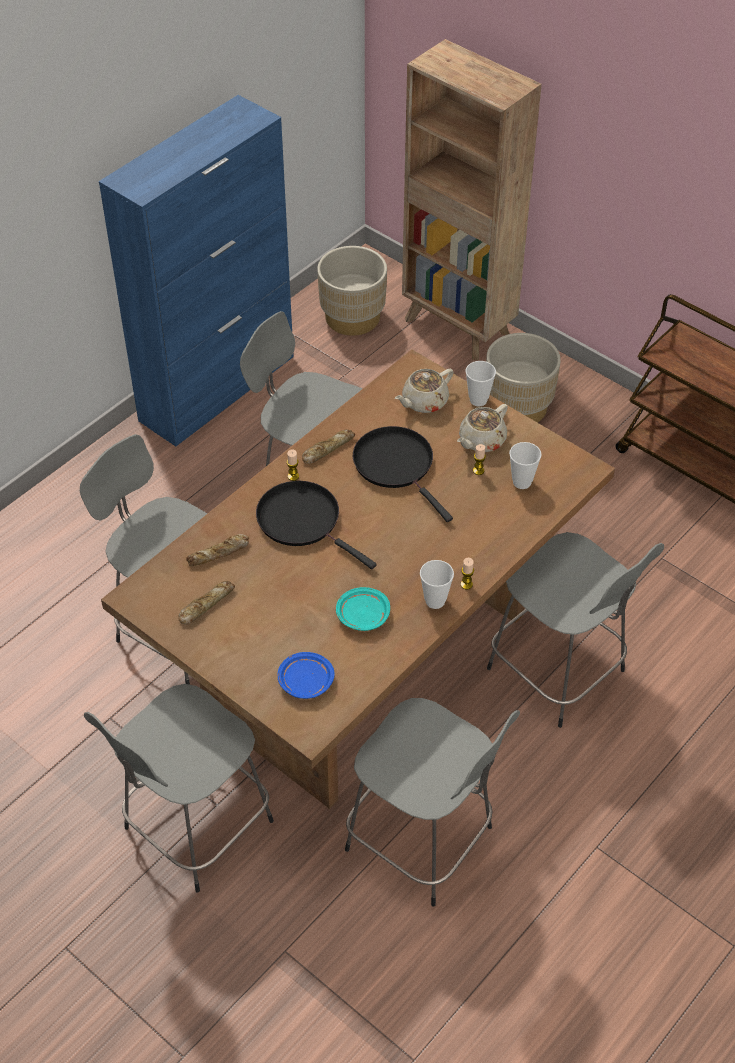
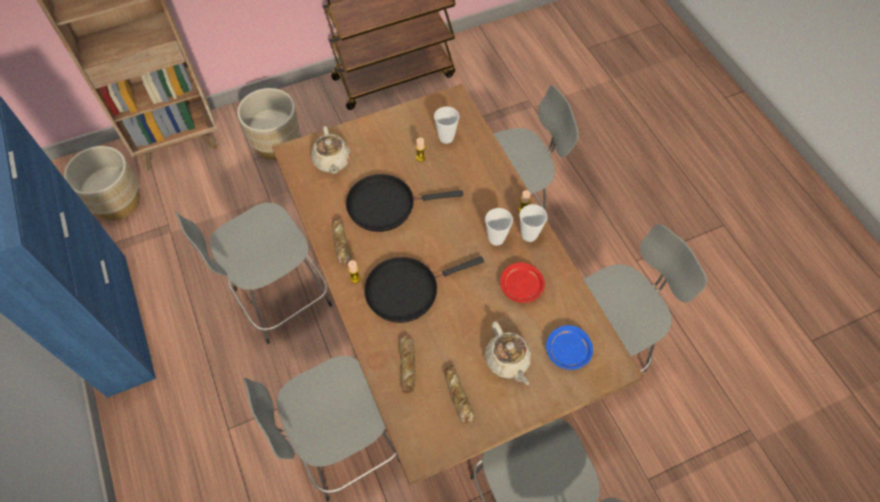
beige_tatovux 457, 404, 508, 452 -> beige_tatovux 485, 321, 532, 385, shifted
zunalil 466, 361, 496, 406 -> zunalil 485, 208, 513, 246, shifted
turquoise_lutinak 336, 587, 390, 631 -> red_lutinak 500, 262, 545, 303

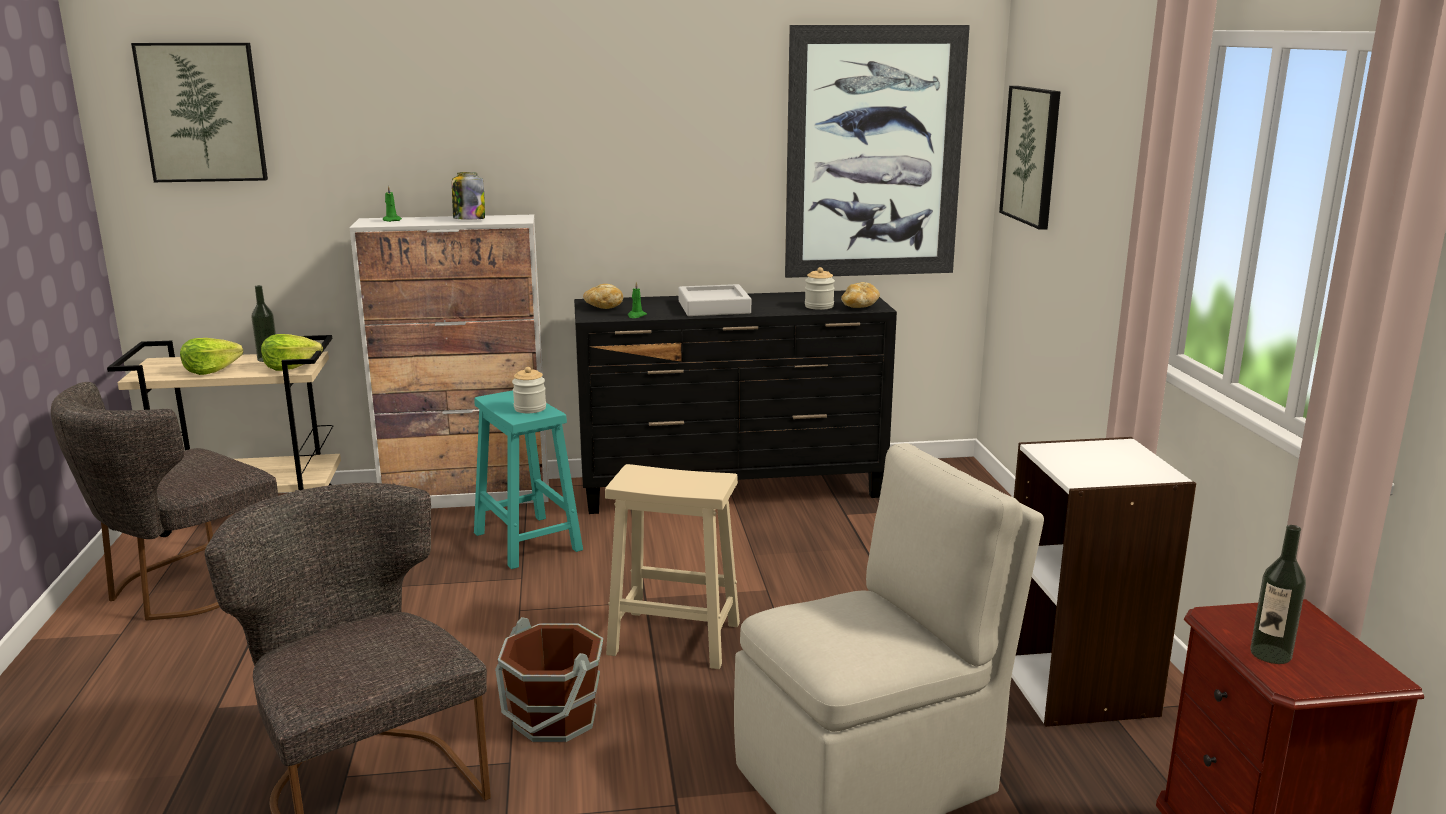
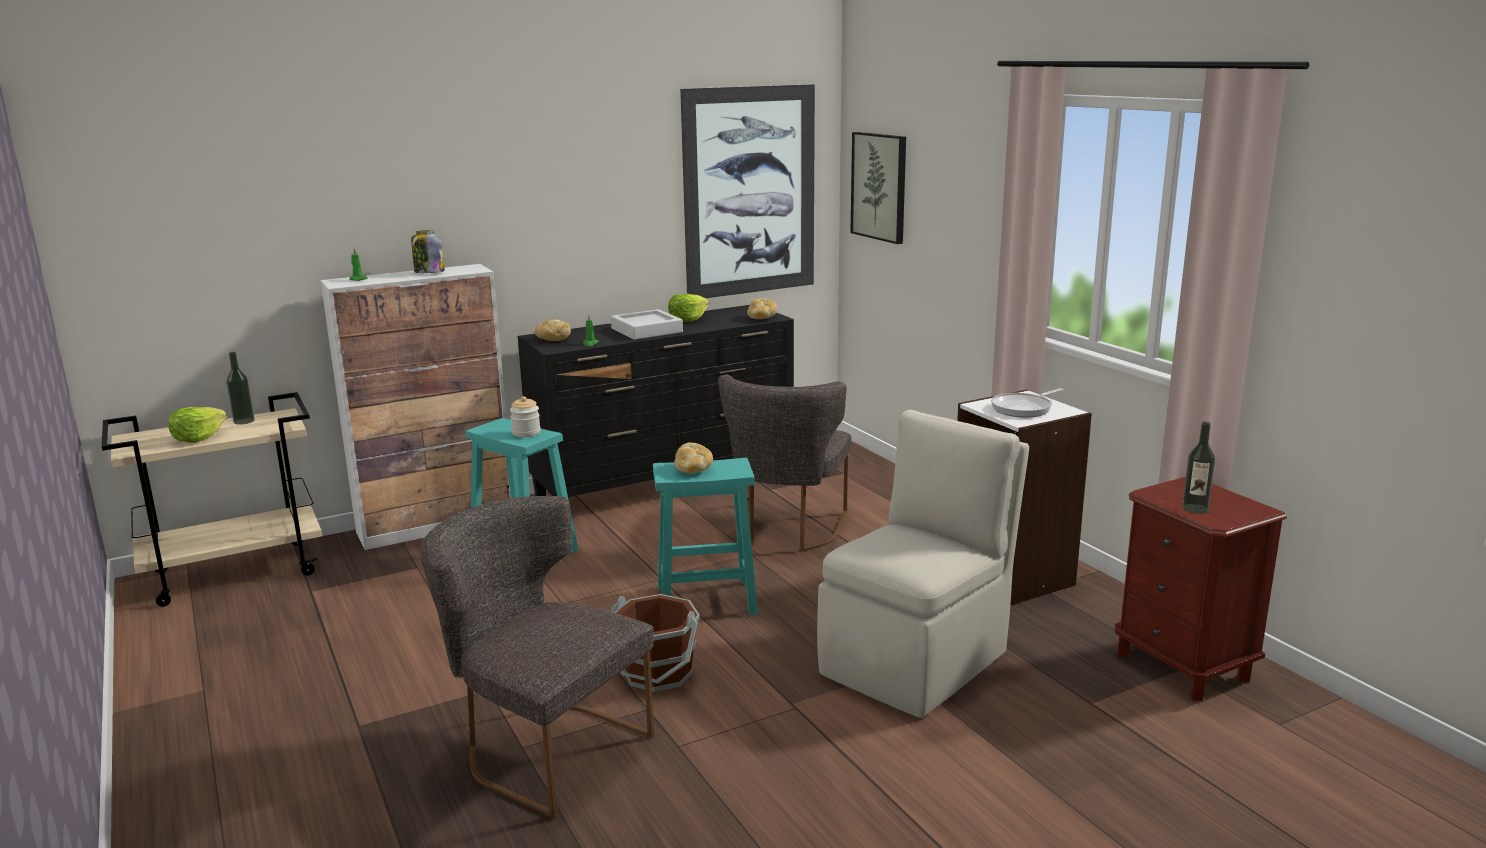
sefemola 131, 43, 268, 182 -> none
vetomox 805, 267, 835, 310 -> none
none -> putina 674, 443, 713, 474
none -> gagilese 991, 388, 1064, 417
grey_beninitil 51, 382, 278, 621 -> grey_beninitil 718, 375, 851, 552, shifted
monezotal 261, 334, 323, 371 -> monezotal 668, 294, 709, 322, shifted
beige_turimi 605, 464, 740, 669 -> turquoise_turimi 653, 458, 758, 615

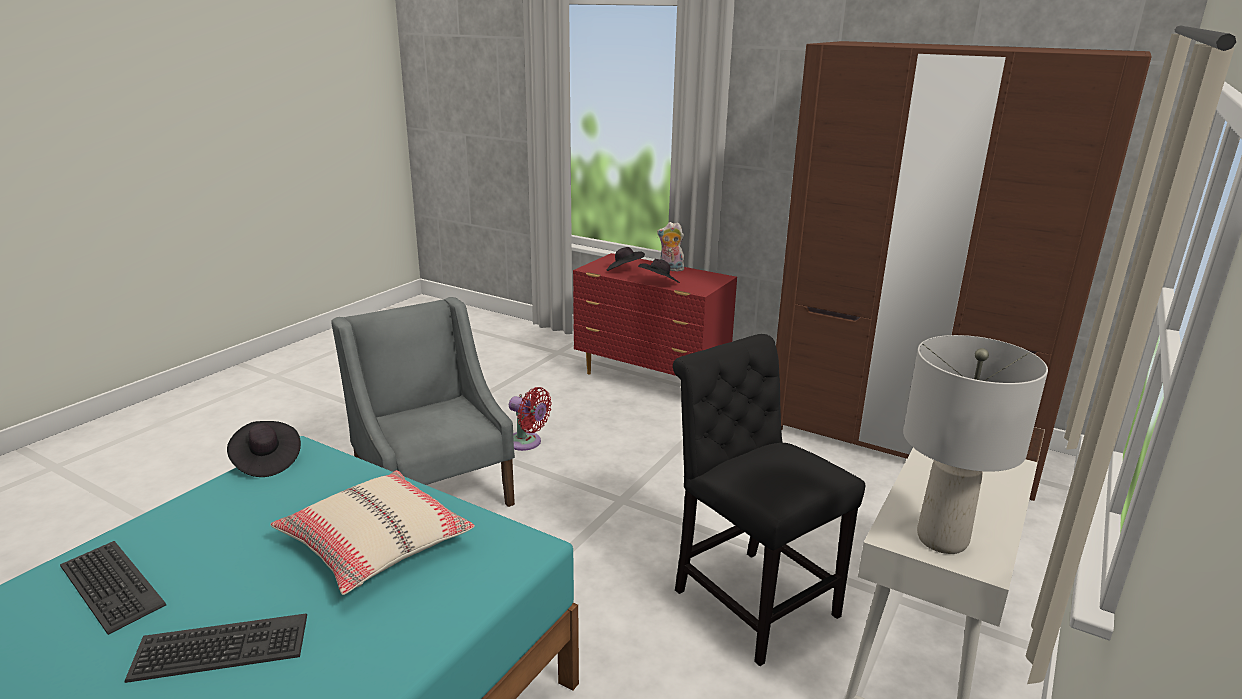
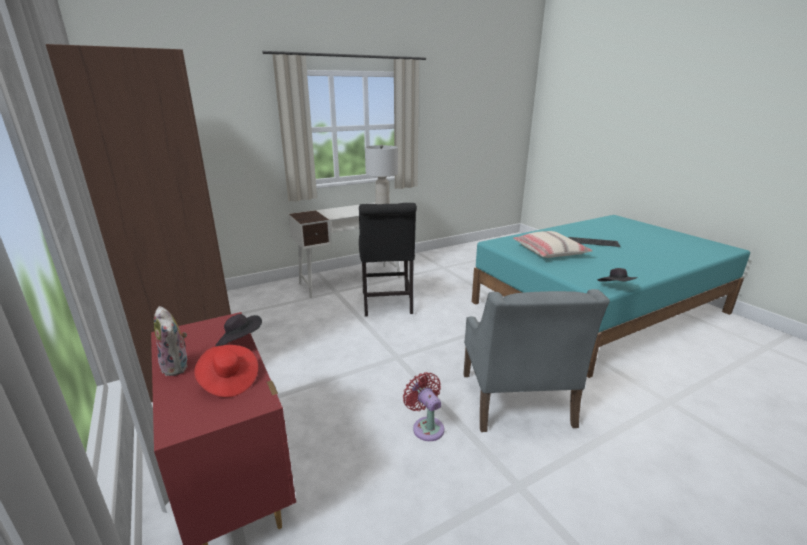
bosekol 60, 541, 166, 635 -> none
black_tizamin 606, 247, 645, 271 -> red_tizamin 194, 345, 258, 397

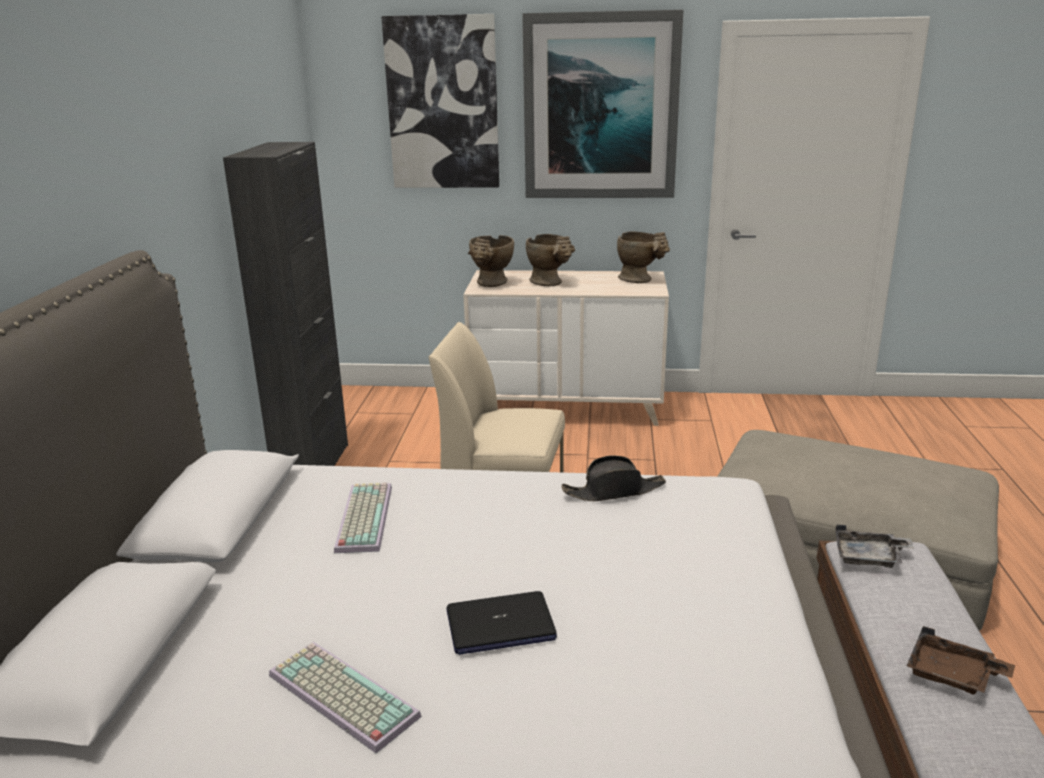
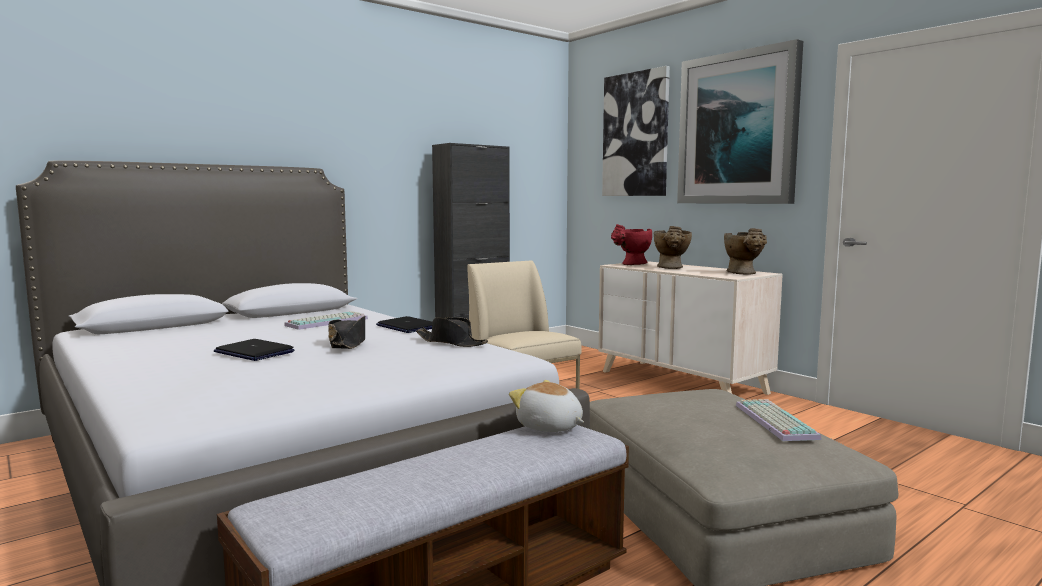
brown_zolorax 907, 626, 1015, 695 -> none
none -> black_tizamin 328, 316, 365, 349
none -> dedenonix 376, 316, 432, 333
bosekol 269, 642, 422, 754 -> bosekol 736, 399, 821, 441, shifted
grey_zolorax 835, 525, 914, 568 -> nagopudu 509, 380, 584, 432
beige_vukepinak 468, 235, 514, 287 -> red_vukepinak 611, 224, 652, 265

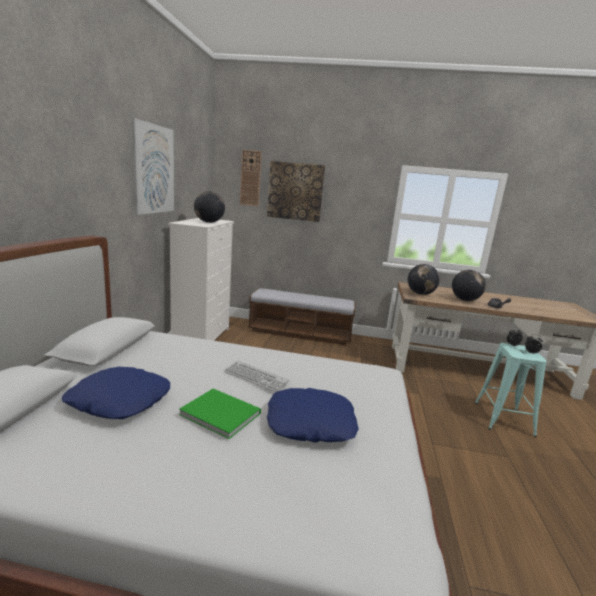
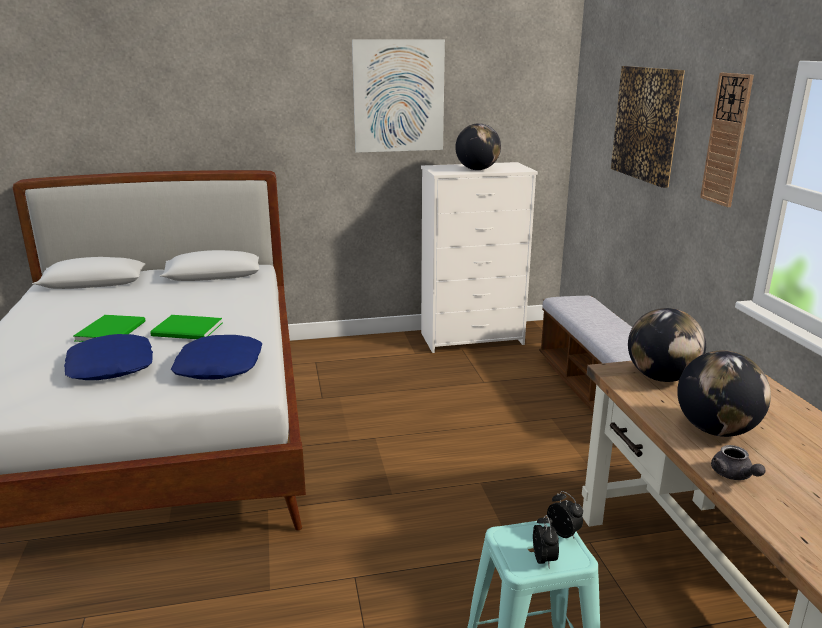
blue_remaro 62, 367, 170, 419 -> blue_remaro 171, 335, 262, 380, shifted
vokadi 240, 150, 262, 206 -> vokadi 700, 73, 754, 207, shifted
bosekol 224, 361, 289, 392 -> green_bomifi 150, 315, 222, 339

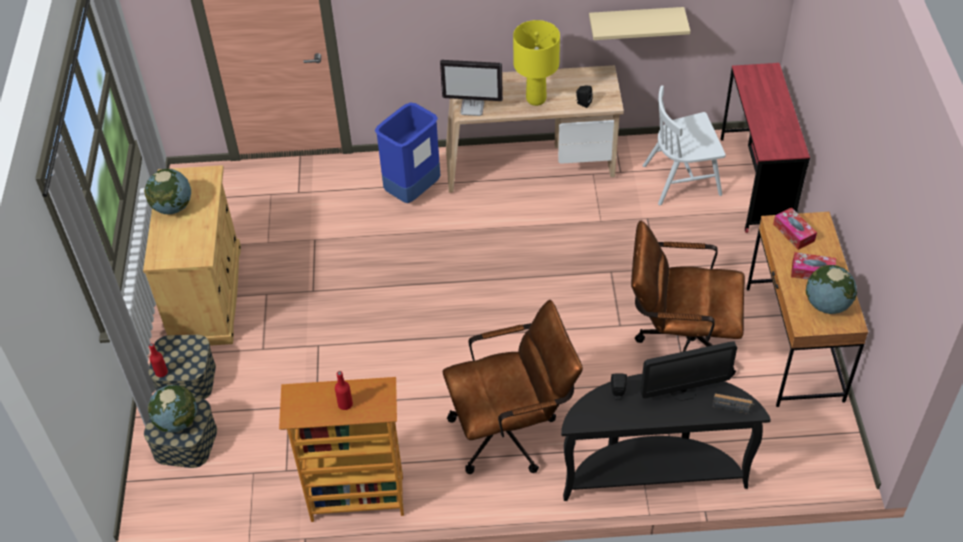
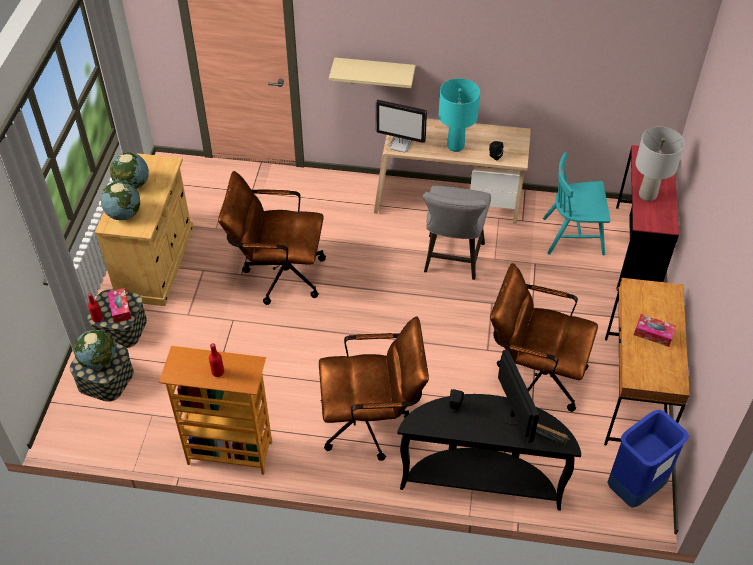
none -> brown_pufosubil 218, 171, 326, 305
none -> grey_turimi 423, 185, 491, 280
none -> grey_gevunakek 635, 127, 685, 202
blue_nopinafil 375, 102, 440, 203 -> blue_nopinafil 607, 409, 689, 508, shifted
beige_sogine 589, 7, 690, 40 -> beige_sogine 329, 57, 415, 88, shifted
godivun 773, 207, 817, 250 -> godivun 108, 288, 131, 323, shifted
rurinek 806, 265, 857, 314 -> rurinek 101, 181, 140, 220, shifted
yellow_gevunakek 513, 20, 560, 106 -> turquoise_gevunakek 439, 78, 480, 152
white_beninitil 643, 86, 726, 205 -> turquoise_beninitil 543, 152, 611, 255
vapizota 641, 342, 737, 401 -> vapizota 498, 349, 539, 443, 105 degrees counterclockwise

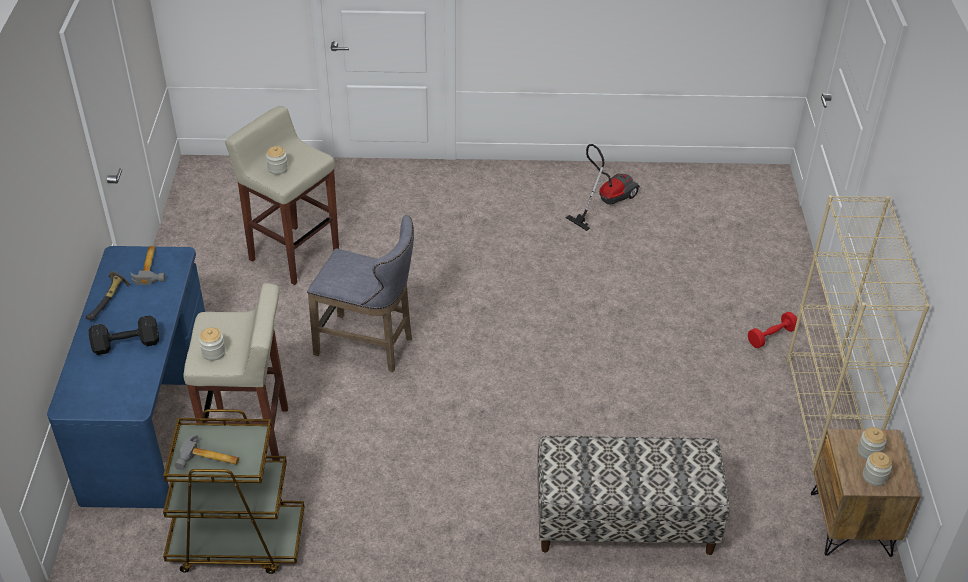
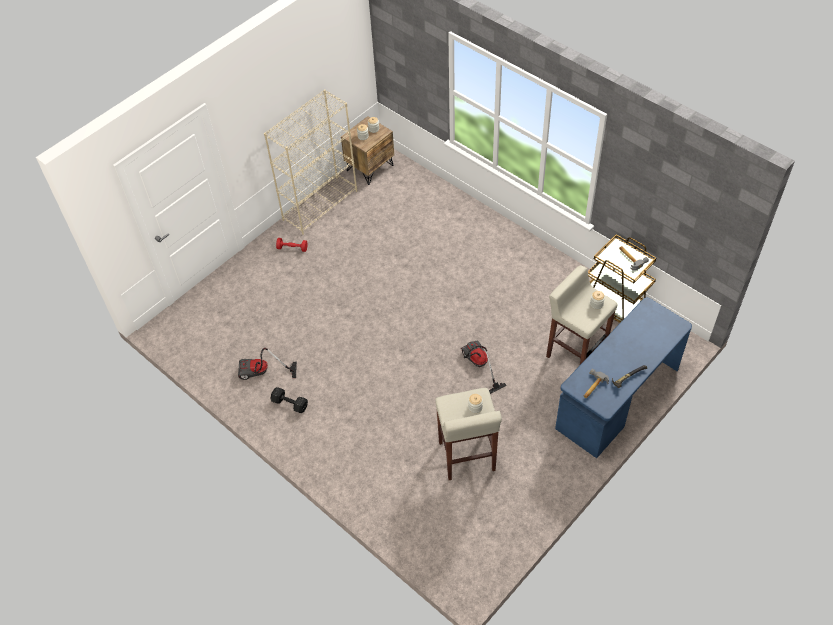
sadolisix 537, 436, 730, 555 -> none
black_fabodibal 89, 315, 159, 355 -> black_fabodibal 271, 387, 308, 413, shifted
grey_turimi 307, 215, 414, 372 -> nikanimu 461, 341, 507, 394

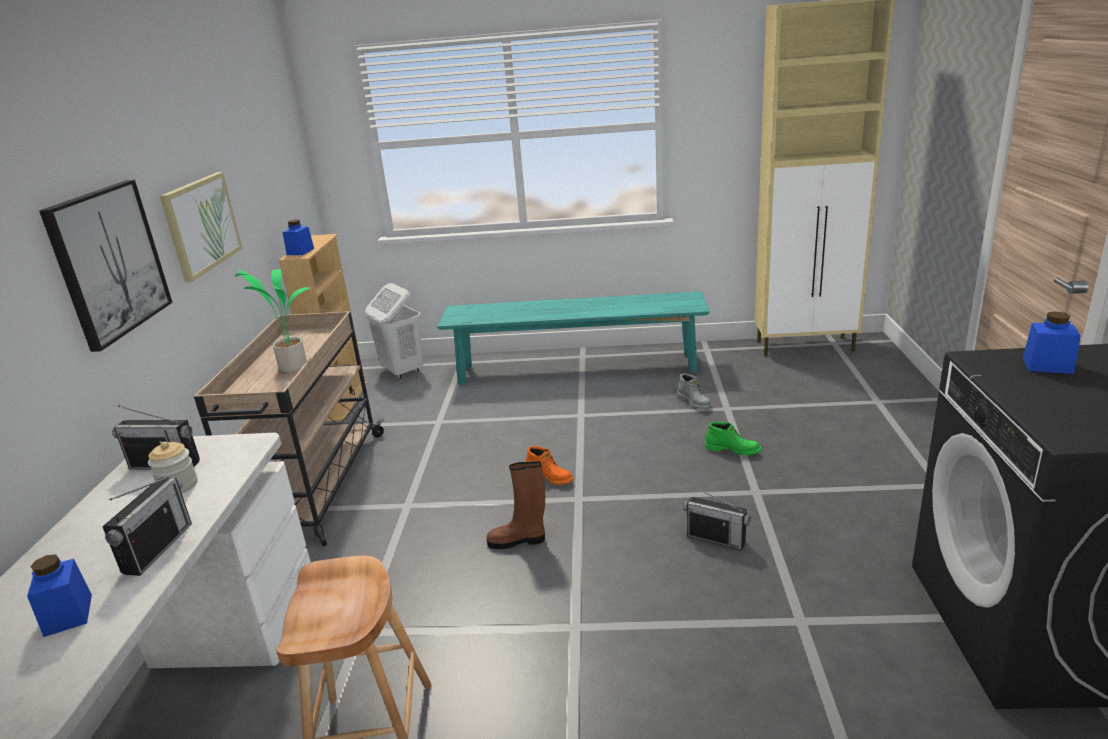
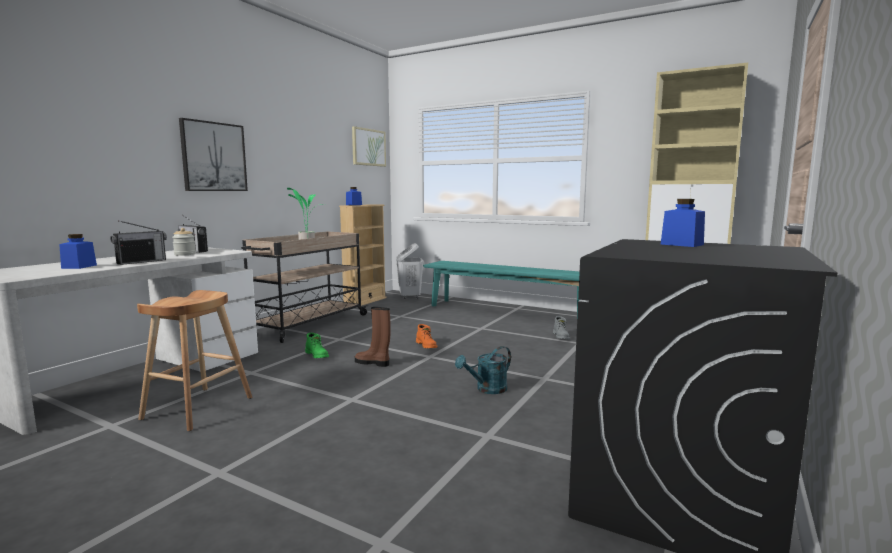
sefemola 160, 172, 242, 283 -> sefemola 352, 126, 386, 167, shifted
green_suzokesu 705, 422, 761, 456 -> green_suzokesu 305, 333, 329, 358, shifted
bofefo 683, 487, 751, 550 -> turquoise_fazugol 455, 346, 511, 394

